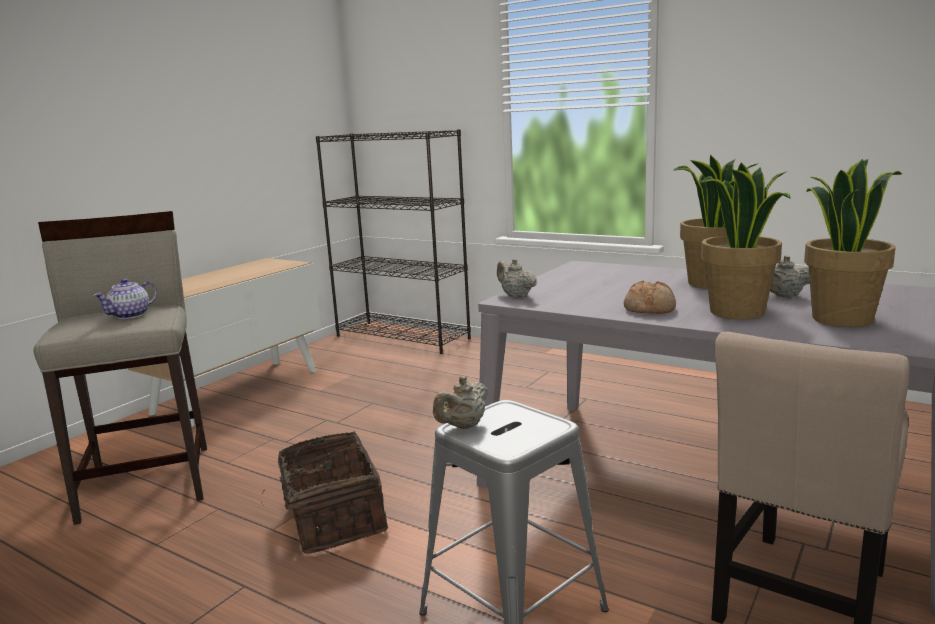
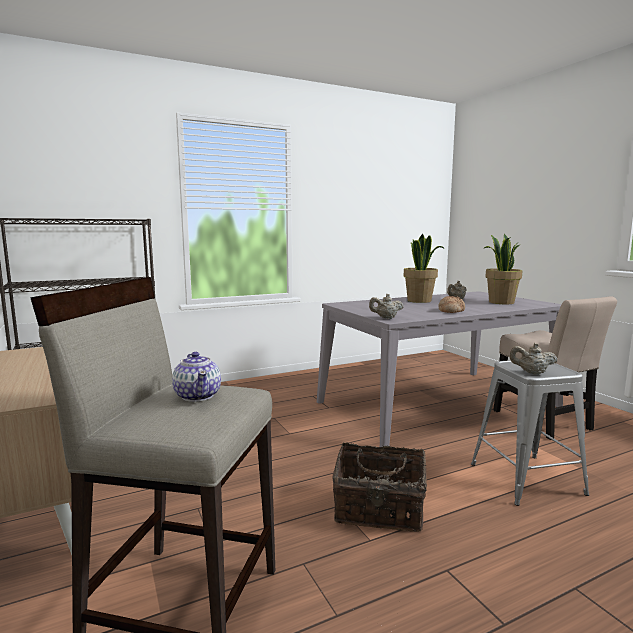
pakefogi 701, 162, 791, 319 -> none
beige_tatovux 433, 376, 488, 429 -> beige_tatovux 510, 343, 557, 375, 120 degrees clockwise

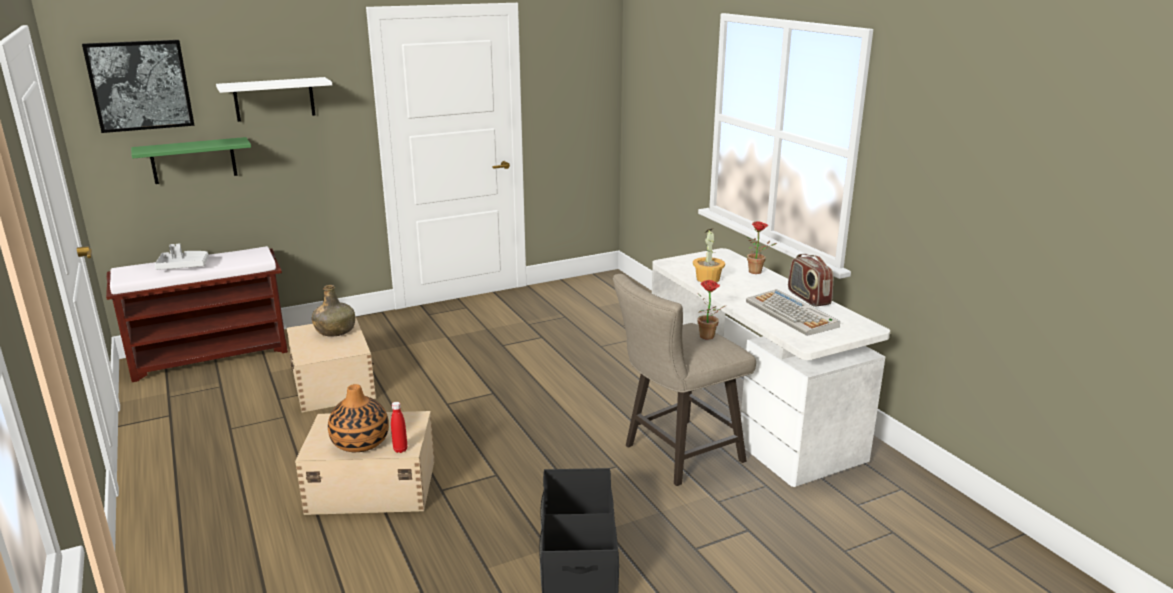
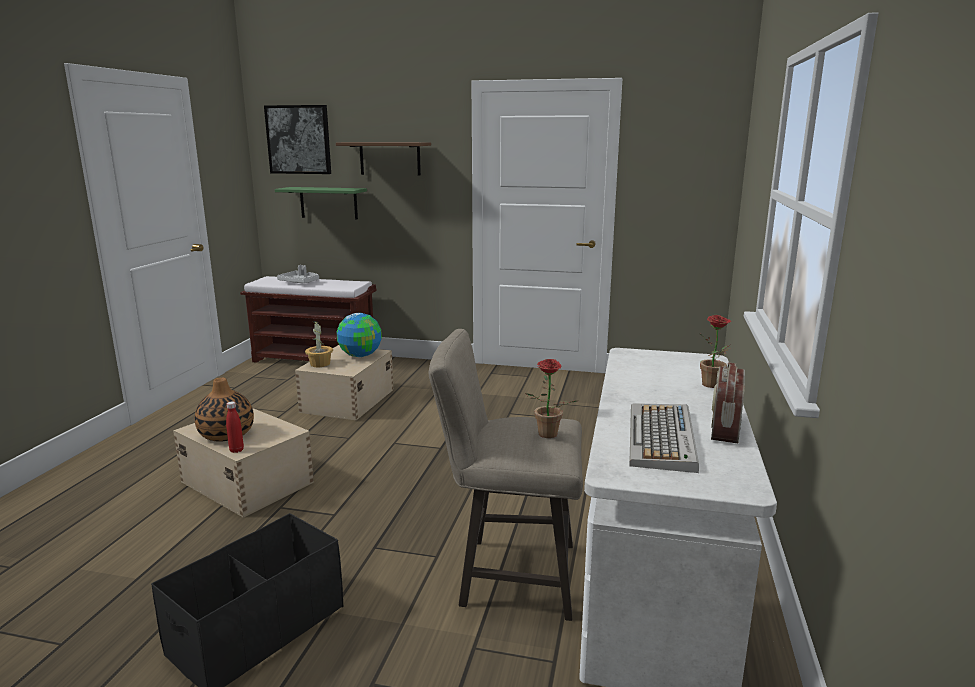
pakefogi 693, 229, 725, 282 -> pakefogi 305, 321, 333, 367, shifted
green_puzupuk 312, 285, 355, 337 -> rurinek 337, 313, 382, 357
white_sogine 216, 77, 332, 122 -> brown_sogine 336, 142, 431, 176

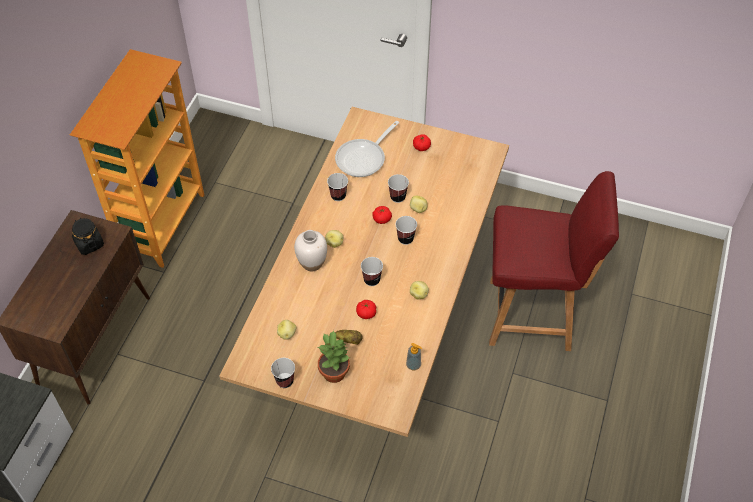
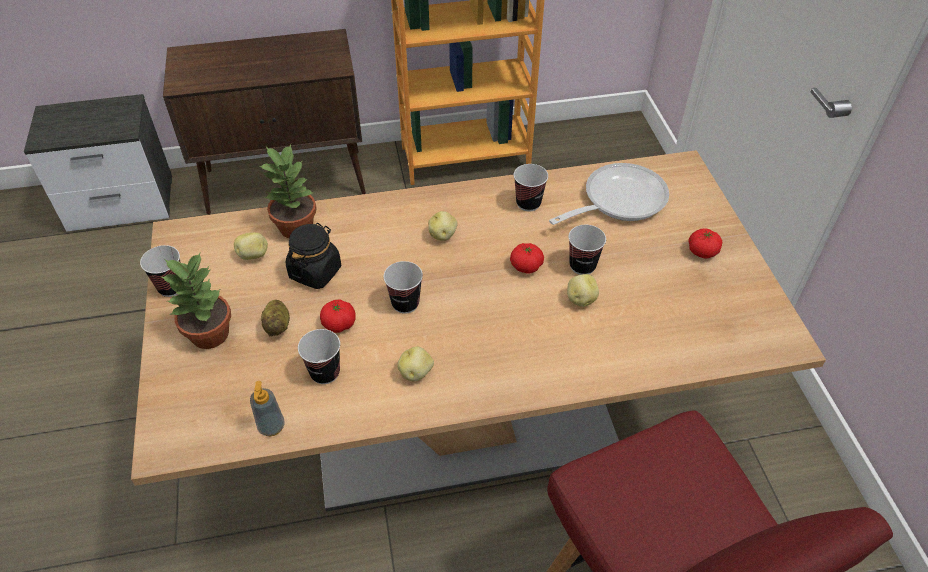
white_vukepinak 294, 230, 327, 271 -> none
none -> pakefogi 259, 144, 317, 238
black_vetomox 72, 218, 104, 255 -> black_vetomox 286, 223, 342, 289, shifted
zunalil 395, 216, 417, 245 -> zunalil 298, 329, 340, 384, shifted
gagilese 335, 121, 399, 177 -> gagilese 549, 163, 669, 225, 135 degrees clockwise

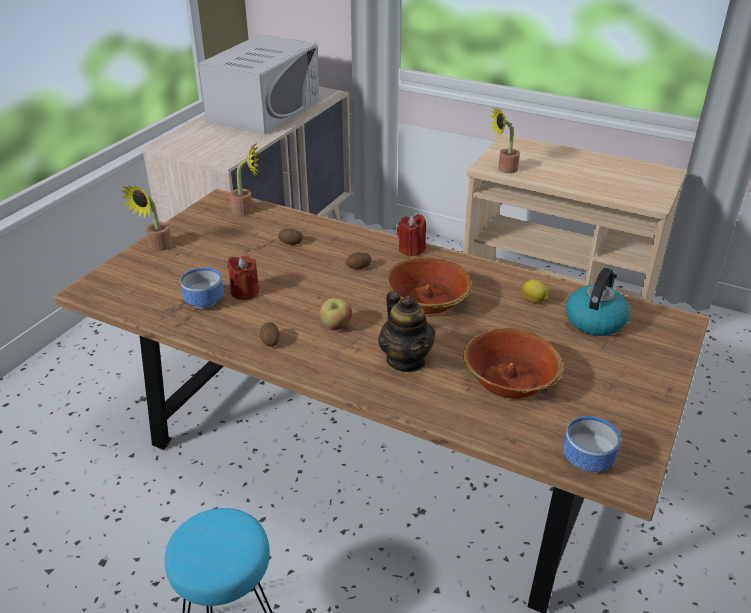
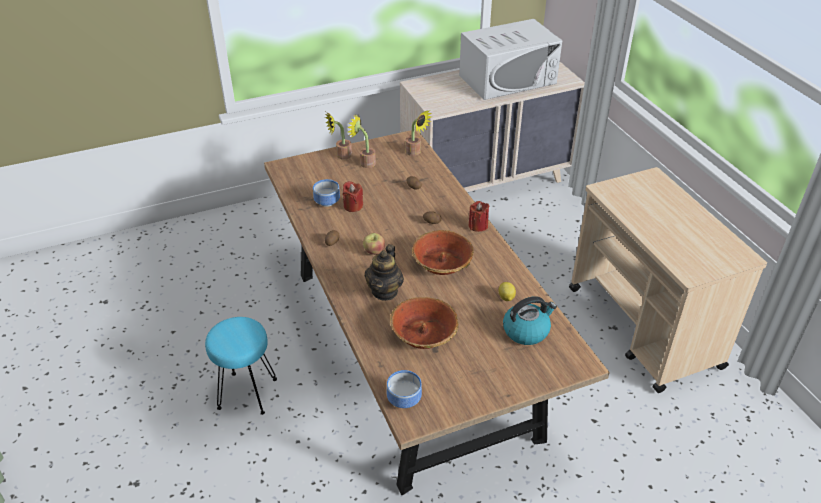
pakefogi 490, 108, 520, 173 -> pakefogi 347, 114, 376, 168, shifted

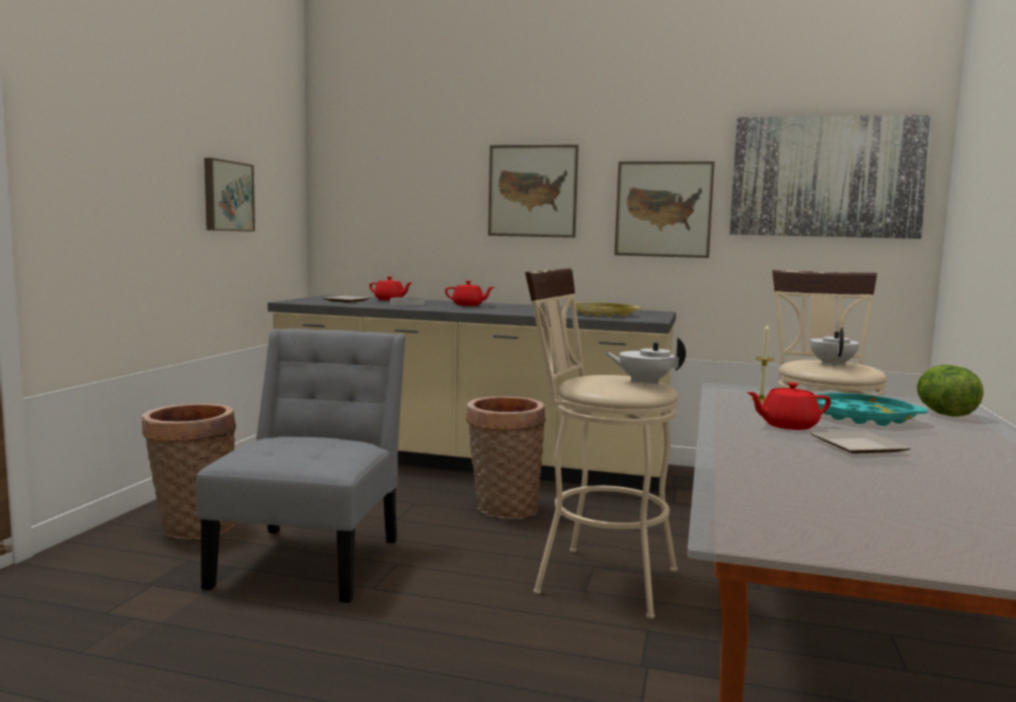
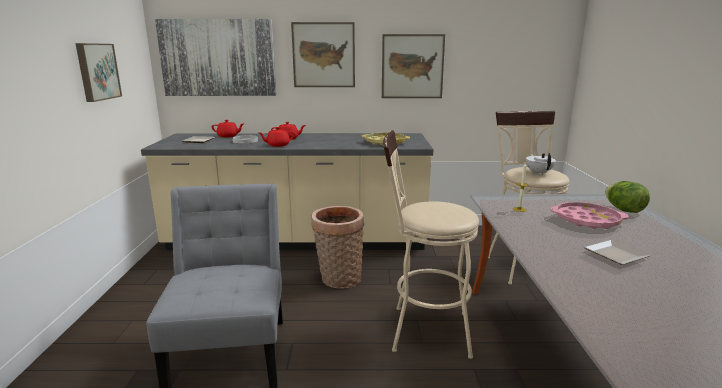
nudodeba 142, 403, 236, 540 -> none
white_tatovux 605, 337, 686, 385 -> none
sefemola 729, 115, 934, 239 -> sefemola 155, 19, 276, 96, shifted
red_tatovux 747, 382, 831, 430 -> red_tatovux 258, 127, 295, 147, shifted
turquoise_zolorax 814, 393, 928, 426 -> pink_zolorax 550, 202, 629, 229

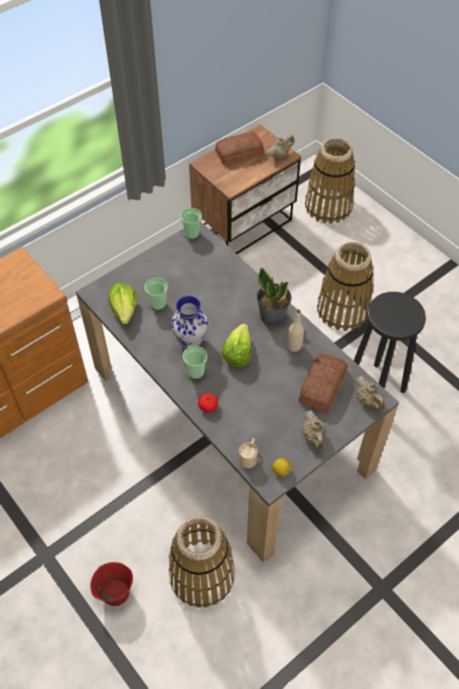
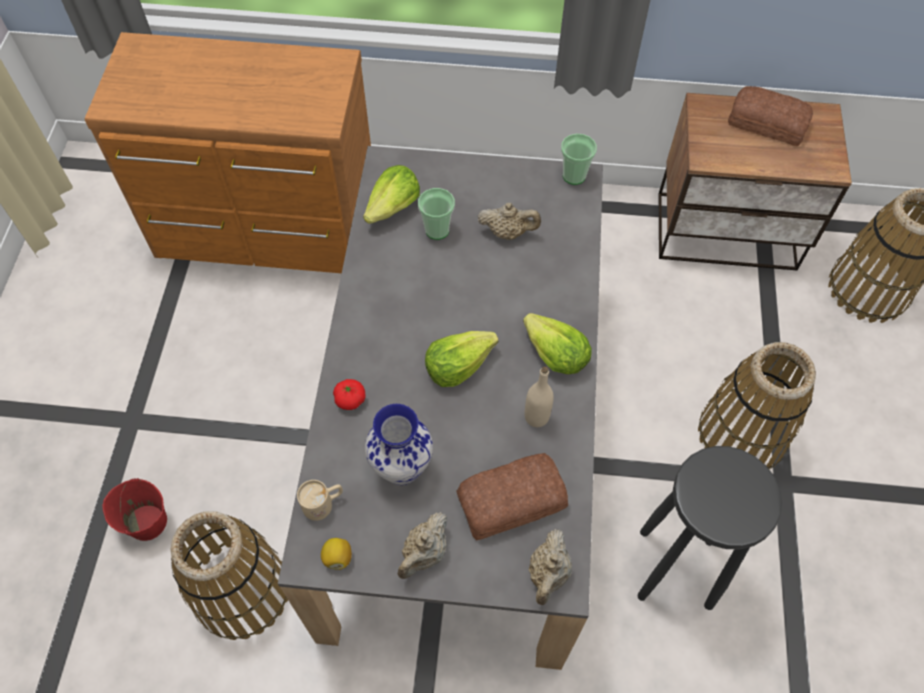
zunalil 183, 346, 207, 379 -> none
vukepinak 171, 296, 208, 349 -> vukepinak 365, 404, 433, 485, shifted
beige_tatovux 267, 135, 294, 160 -> beige_tatovux 477, 203, 541, 240, shifted
pakefogi 257, 268, 291, 326 -> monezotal 523, 313, 592, 374

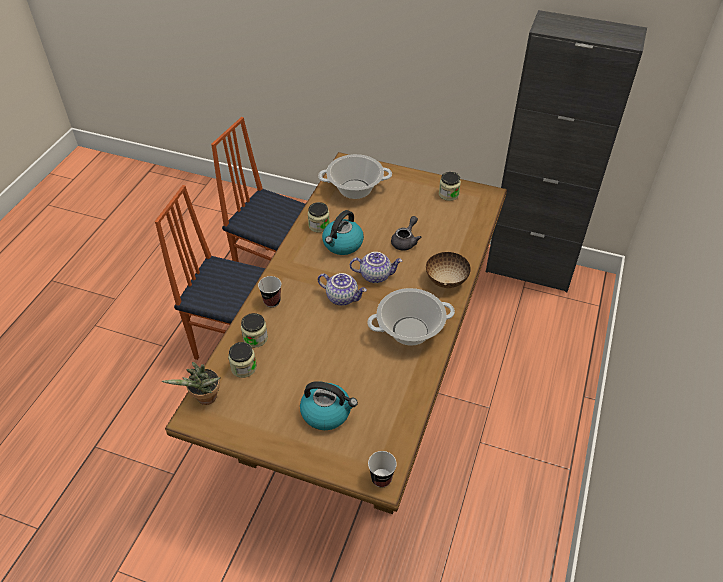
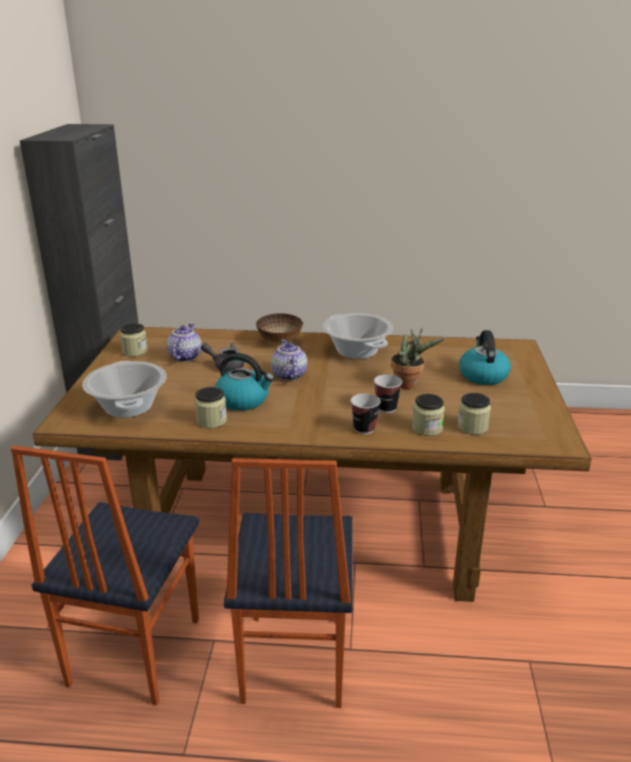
pakefogi 162, 362, 221, 405 -> pakefogi 391, 328, 445, 389, shifted
tatovux 318, 273, 367, 306 -> tatovux 167, 323, 202, 362, shifted
zunalil 368, 451, 397, 487 -> zunalil 374, 374, 402, 413, shifted

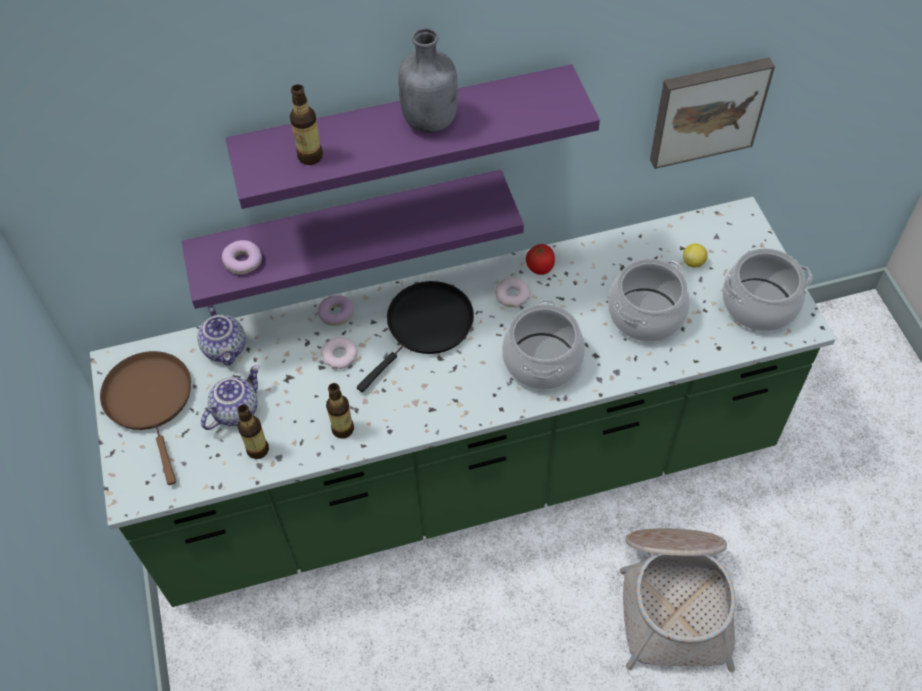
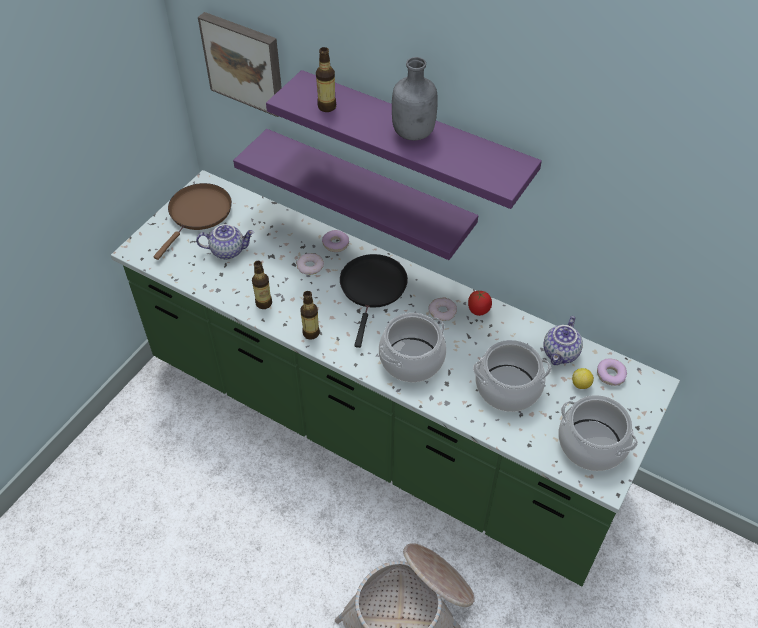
tatovux 197, 305, 246, 365 -> tatovux 543, 316, 583, 365, shifted
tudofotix 222, 240, 262, 274 -> tudofotix 597, 359, 627, 386, shifted
puzupuk 237, 404, 269, 459 -> puzupuk 300, 291, 320, 339, shifted
sefemola 650, 57, 775, 169 -> sefemola 198, 12, 282, 117, shifted
black_gagilese 357, 281, 474, 392 -> black_gagilese 340, 254, 408, 348, 75 degrees counterclockwise

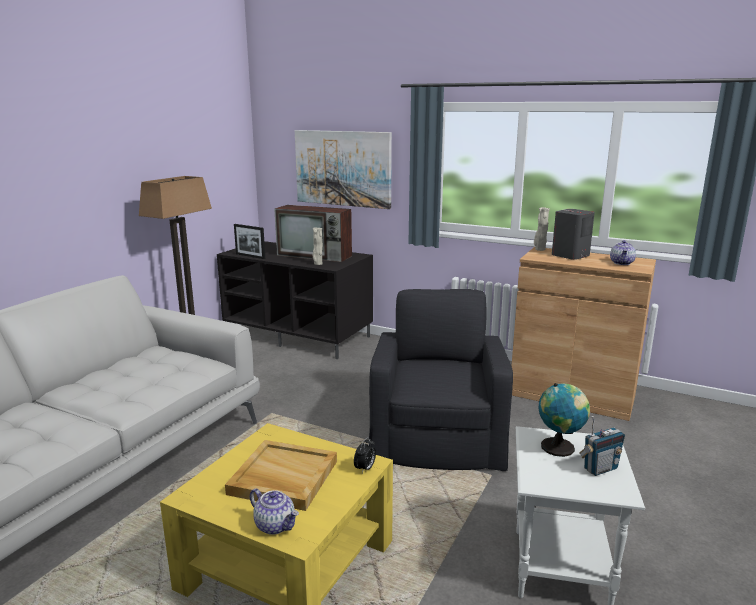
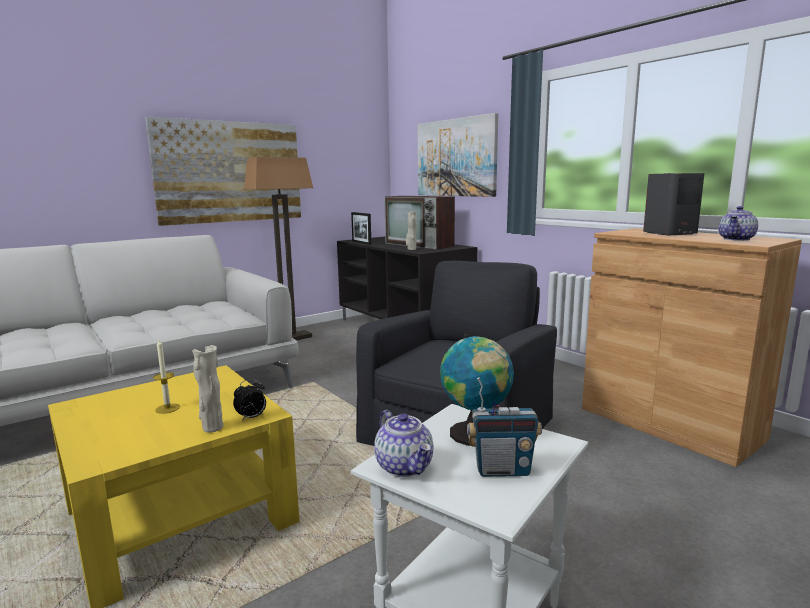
none -> sefemola 145, 117, 301, 226
tatovux 250, 488, 299, 535 -> tatovux 374, 410, 433, 477, shifted
beige_vukepinak 534, 207, 550, 251 -> beige_vukepinak 192, 345, 223, 432, shifted
beige_zolorax 225, 440, 337, 511 -> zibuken 153, 340, 180, 414

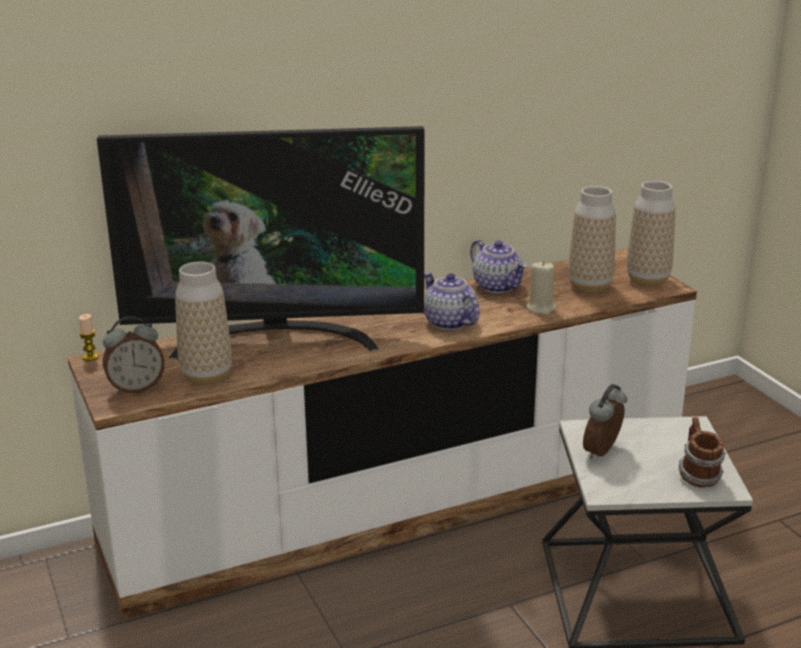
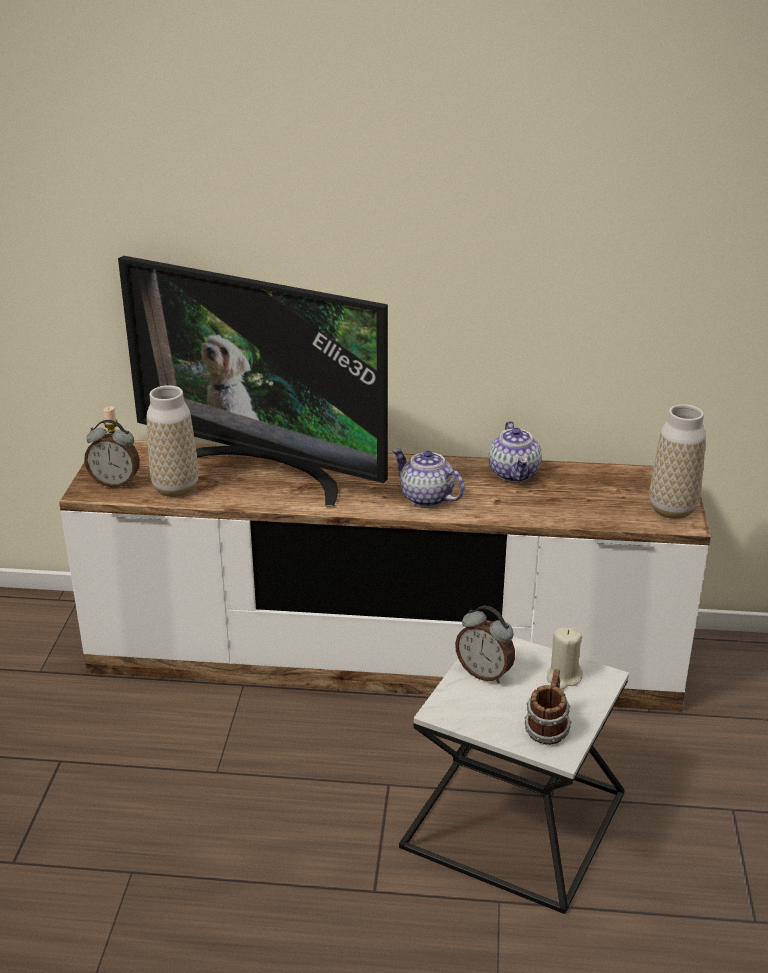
vukepinak 568, 186, 616, 293 -> none
beige_zibuken 526, 261, 556, 315 -> beige_zibuken 547, 627, 583, 689, shifted
tatovux 424, 272, 480, 330 -> tatovux 392, 449, 465, 507, 45 degrees counterclockwise
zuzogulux 583, 384, 627, 459 -> zuzogulux 455, 606, 515, 683, 120 degrees counterclockwise

